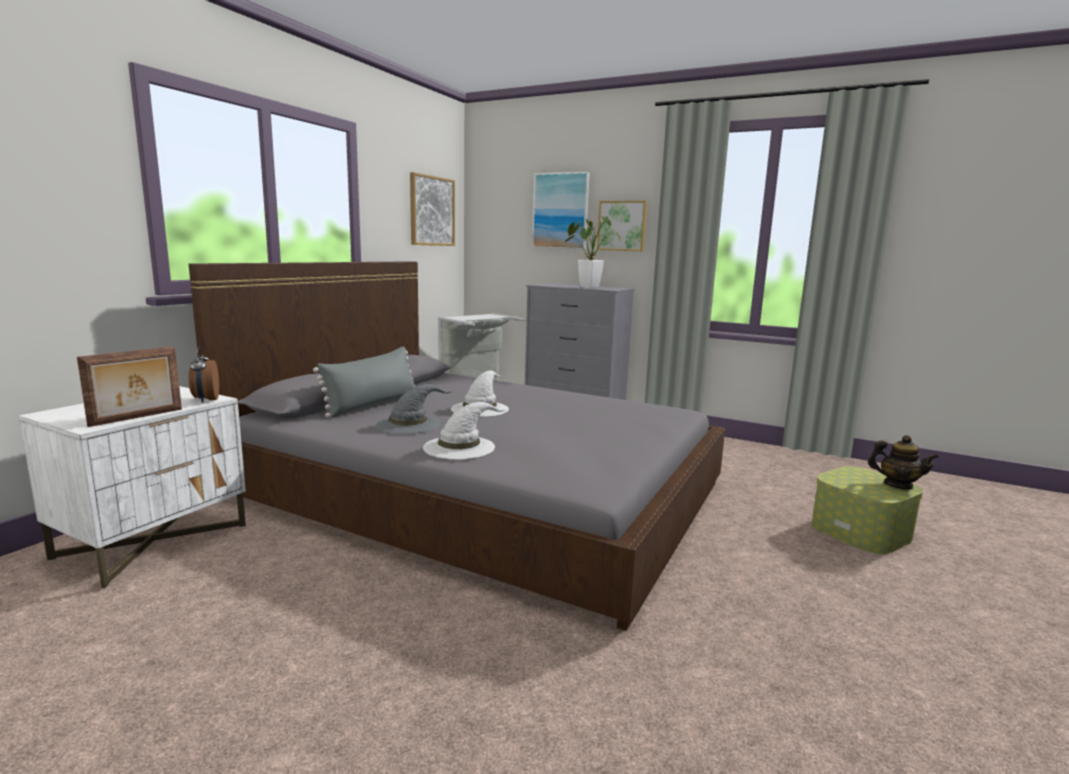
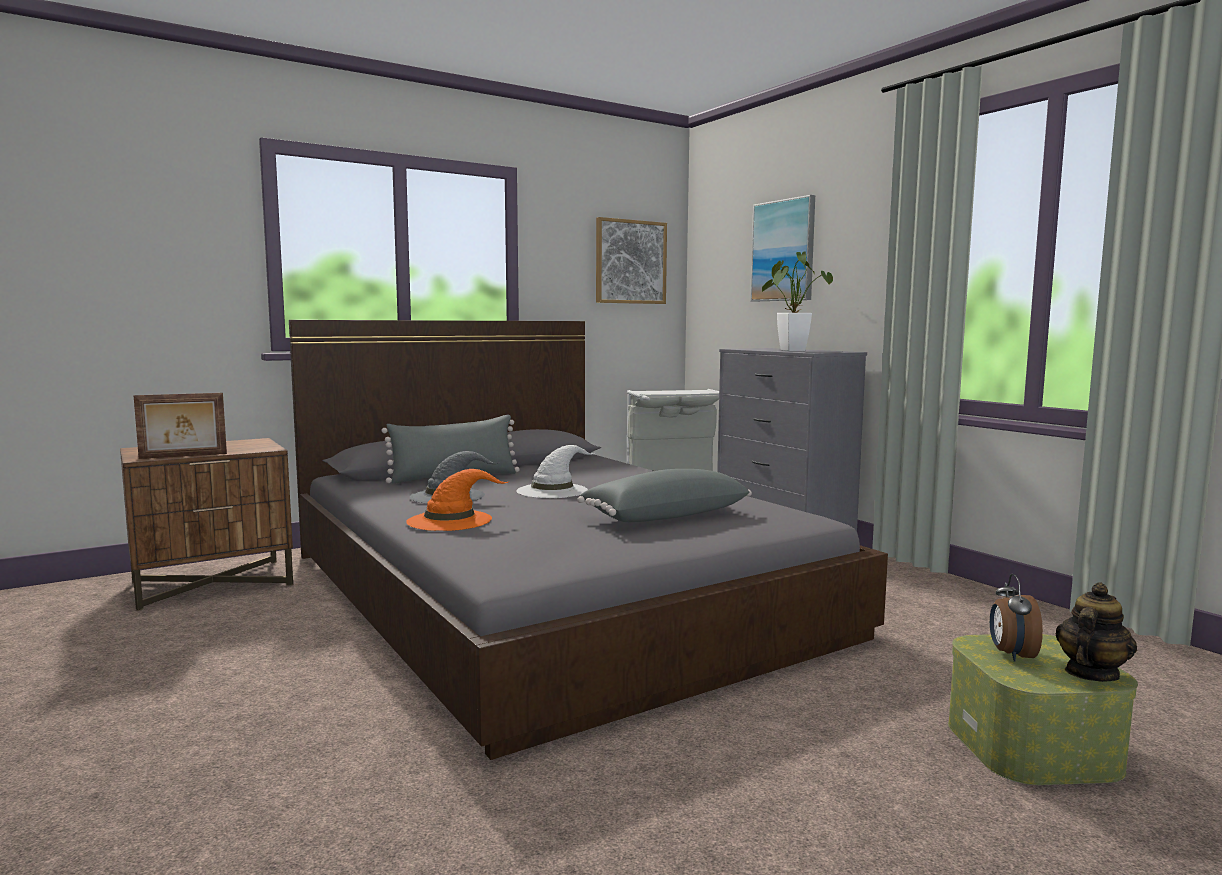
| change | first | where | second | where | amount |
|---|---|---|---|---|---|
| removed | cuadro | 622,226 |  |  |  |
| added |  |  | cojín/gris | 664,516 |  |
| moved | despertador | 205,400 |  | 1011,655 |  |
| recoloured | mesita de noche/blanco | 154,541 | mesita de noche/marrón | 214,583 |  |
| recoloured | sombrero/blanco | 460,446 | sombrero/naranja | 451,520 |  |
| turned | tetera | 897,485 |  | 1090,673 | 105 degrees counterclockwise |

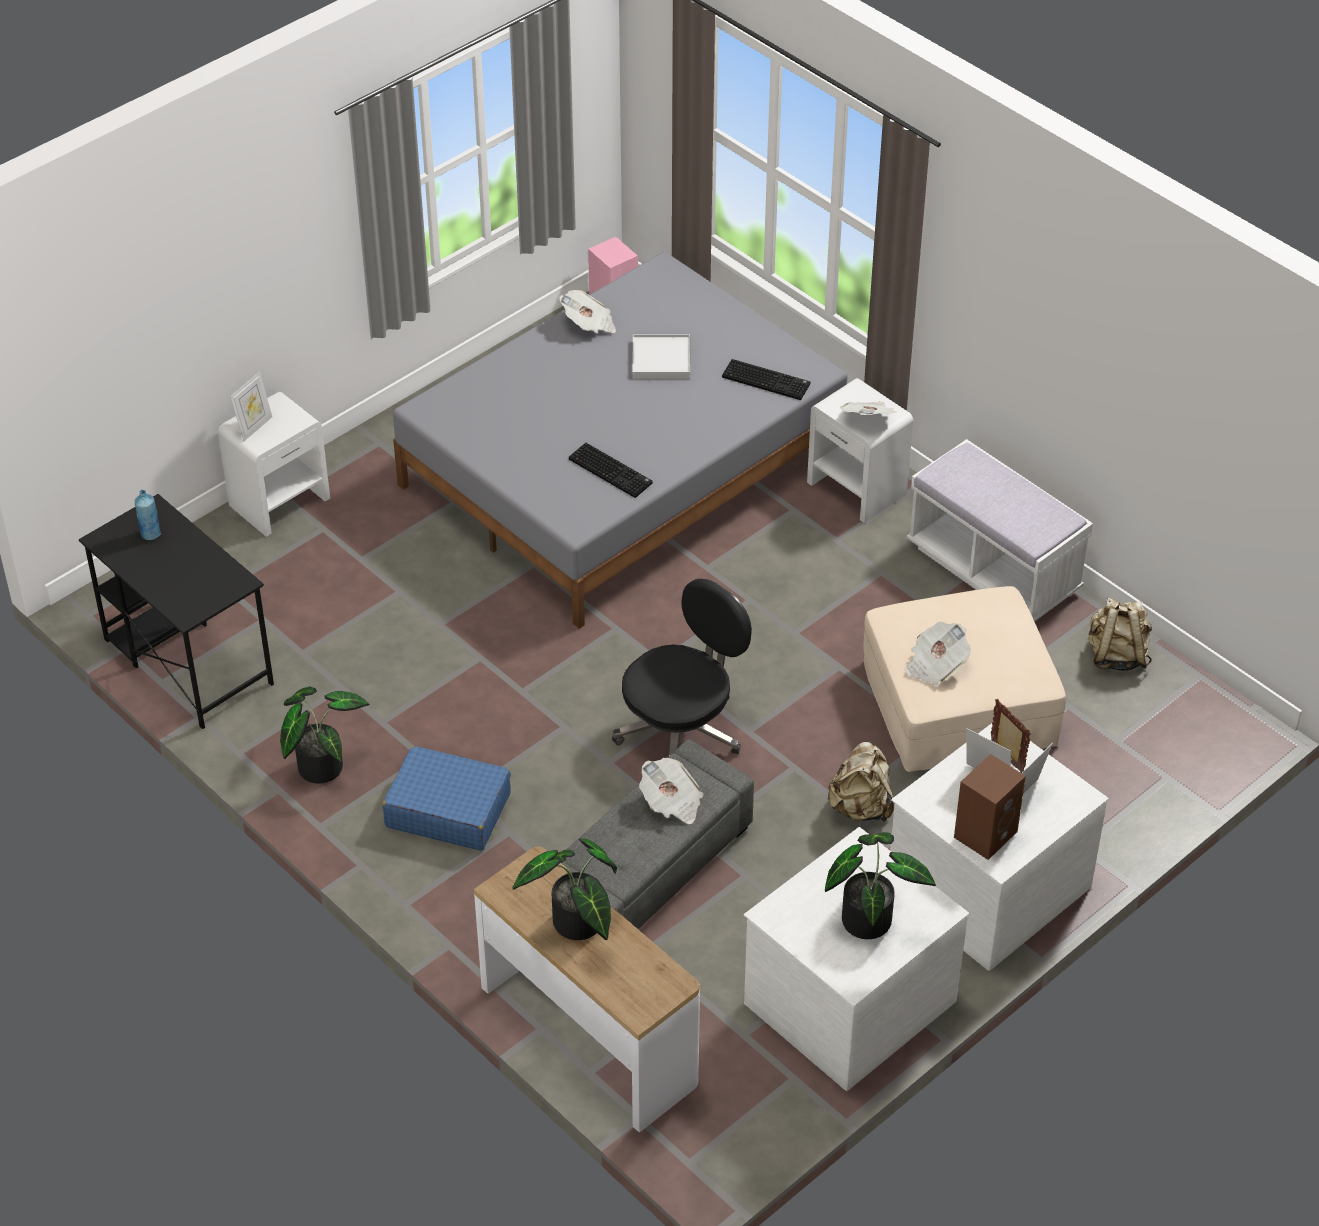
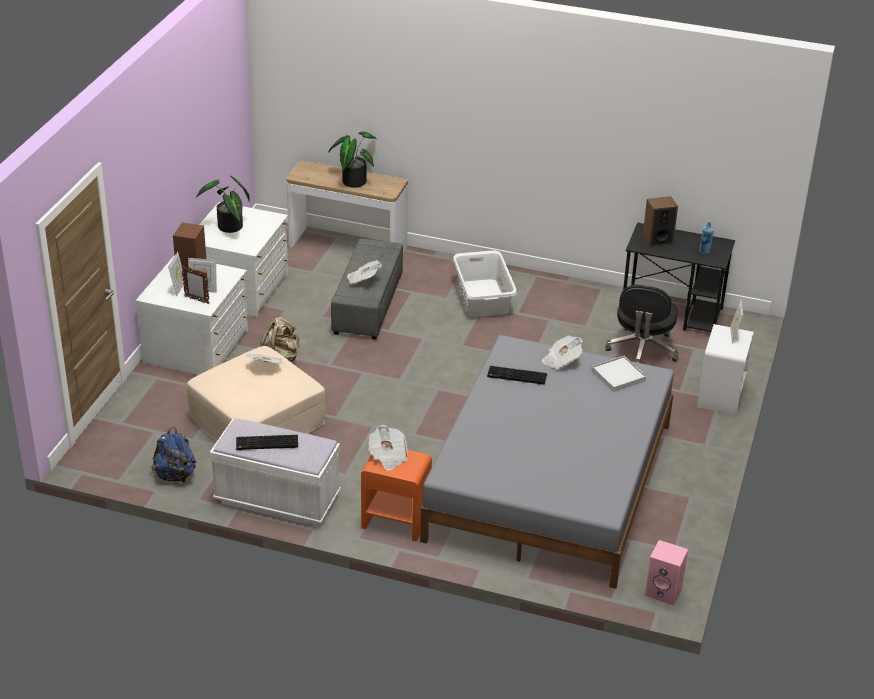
| change | first | where | second | where | amount |
|---|---|---|---|---|---|
| removed | planta en maceta | 321,763 |  |  |  |
| added |  |  | altavoz | 657,240 |  |
| moved | periódico | 589,325 |  | 561,361 |  |
| moved | silla de oficina/negro | 681,731 |  | 642,350 |  |
| moved | bandeja/blanco | 661,359 |  | 618,376 |  |
| moved | teclado | 767,380 |  | 266,444 |  |
| replaced | maleta/azul | 447,810 | cesto de la ropa/blanco | 483,298 |  |
| recoloured | mesita de noche/blanco | 857,488 | mesita de noche/naranja | 395,520 |  |
| recoloured | mochila/beis | 1116,655 | mochila/azul | 175,475 |  |

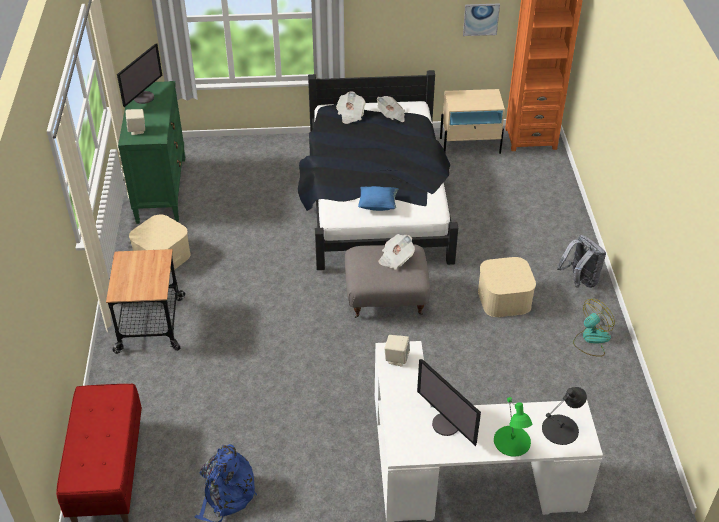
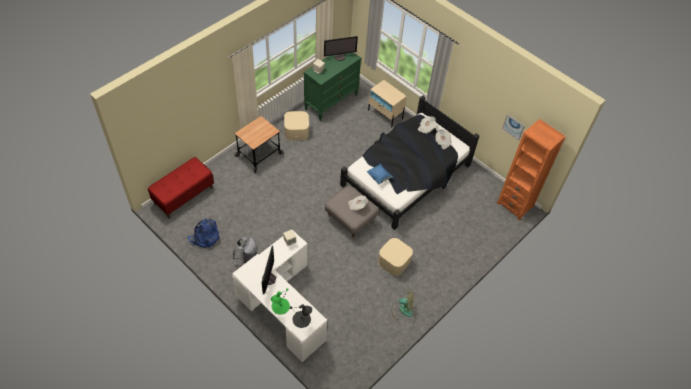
| change | first | where | second | where | amount |
|---|---|---|---|---|---|
| moved | mesita de noche/beis | 470,145 |  | 385,114 |  |
| moved | mochila/gris | 579,281 |  | 247,258 |  |

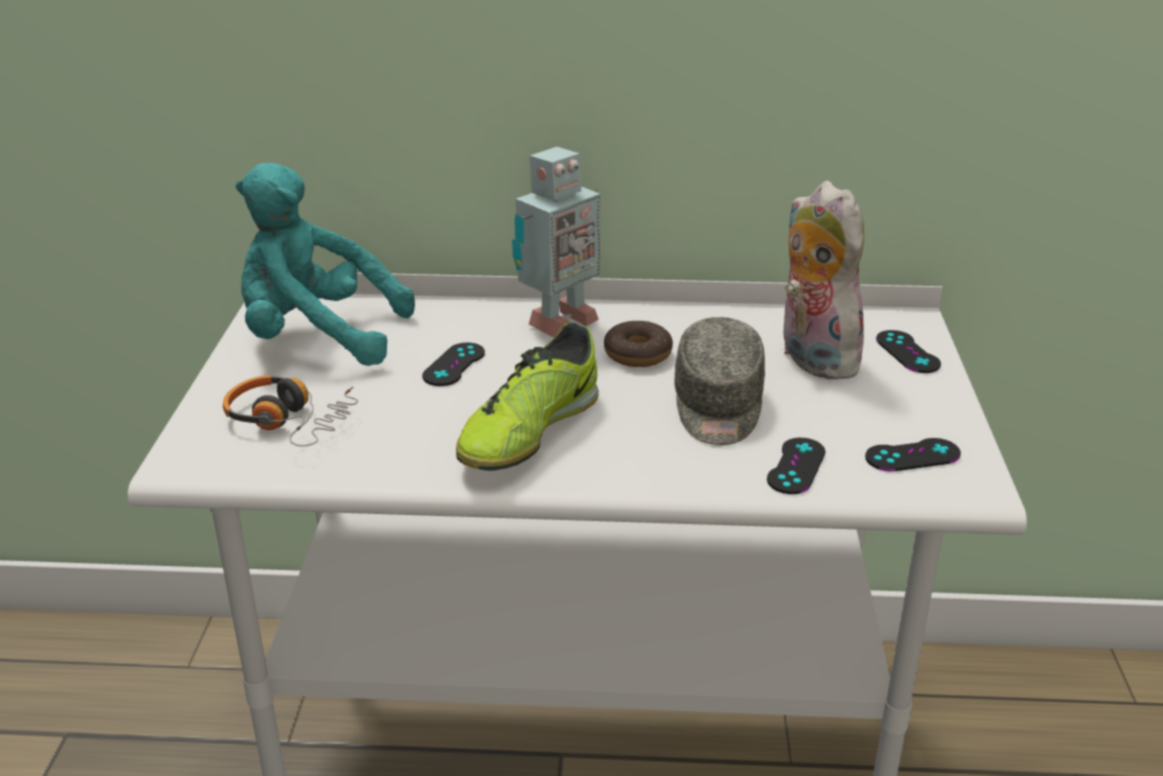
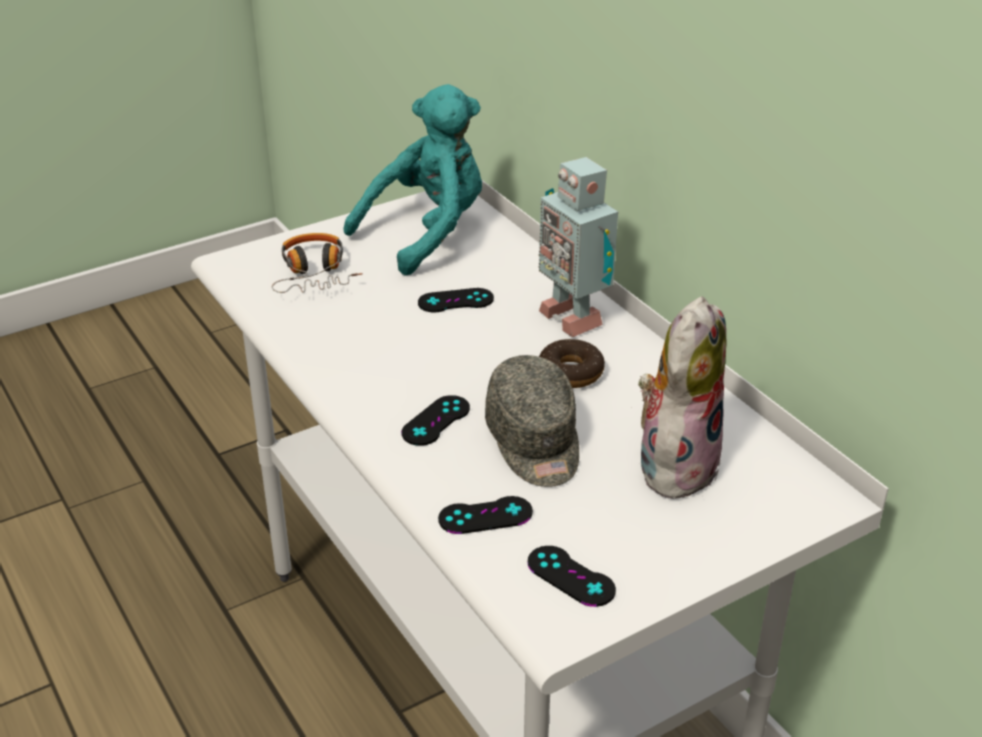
| change | first | where | second | where | amount |
|---|---|---|---|---|---|
| removed | zapato | 529,432 |  |  |  |
| moved | mando de consola/negro | 907,352 |  | 436,421 |  |
| turned | peluche/turquesa | 317,338 |  | 427,233 | 75 degrees clockwise |
| turned | robot de juguete | 557,322 |  | 573,316 | 45 degrees clockwise |
| turned | gorra/gris | 718,406 |  | 534,442 | 75 degrees counterclockwise |

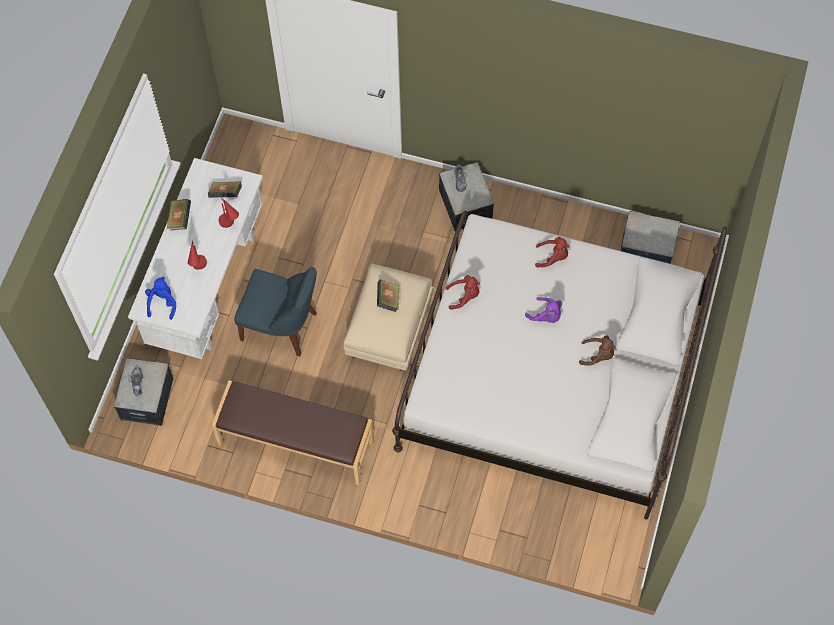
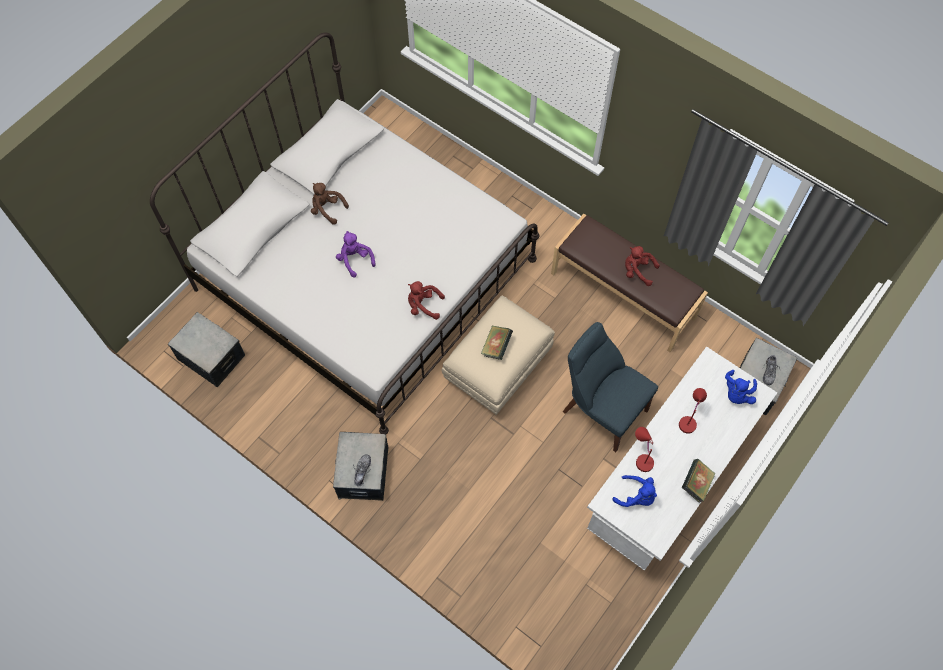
| change | first | where | second | where | amount |
|---|---|---|---|---|---|
| moved | peluche/rojo | 553,257 |  | 637,271 |  |
| replaced | libro | 225,194 | peluche/azul | 636,496 |  |

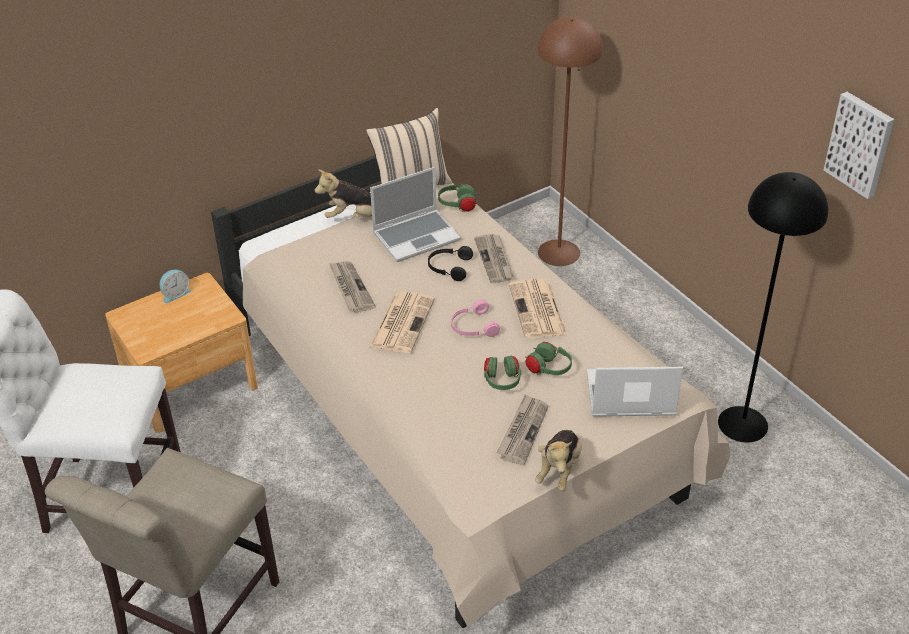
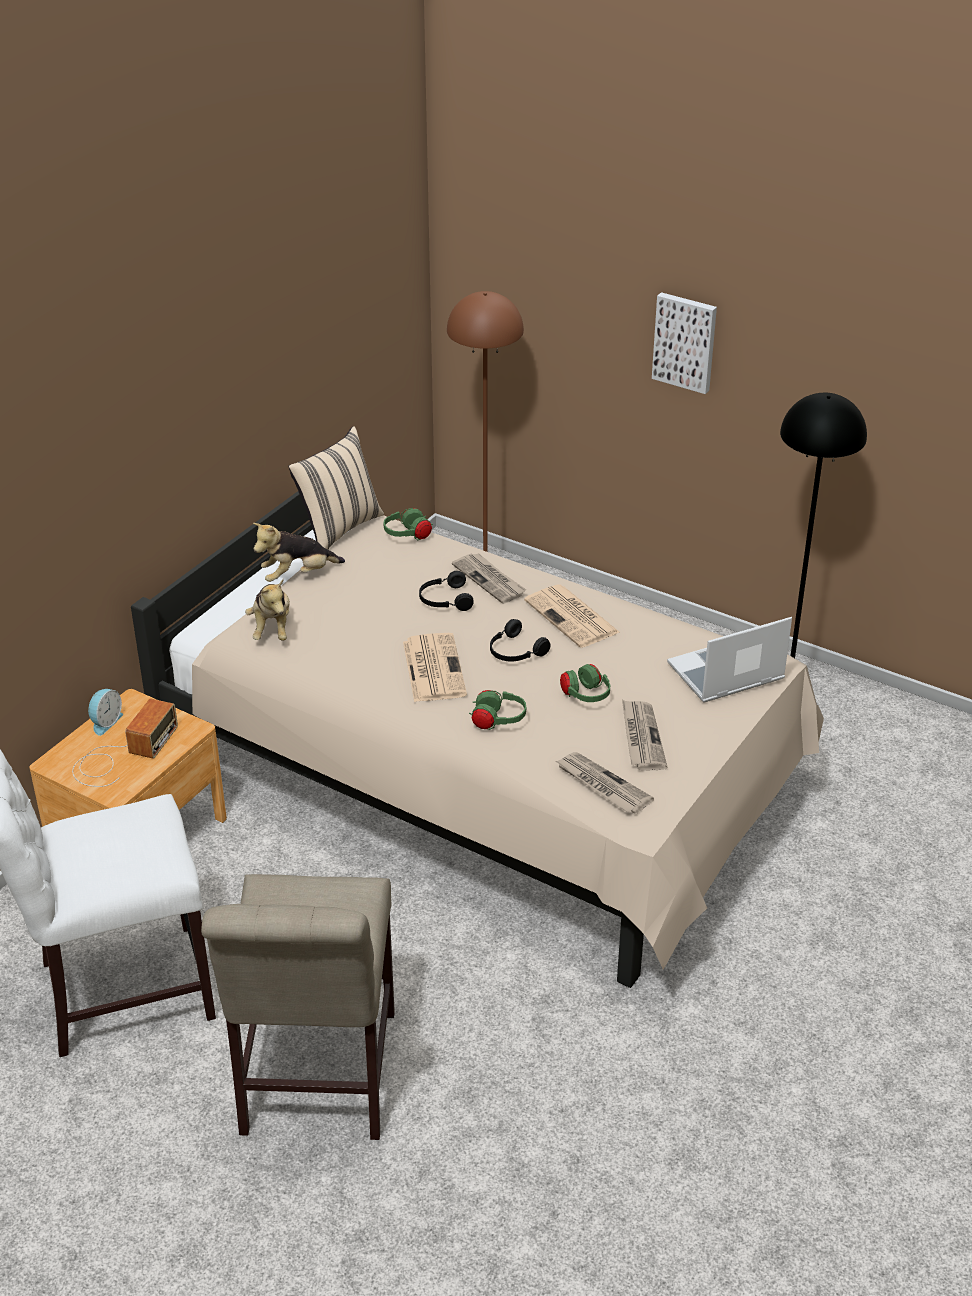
| change | first | where | second | where | amount |
|---|---|---|---|---|---|
| removed | portátil | 417,236 |  |  |  |
| added |  |  | radio | 122,755 |  |
| moved | periódico | 350,288 |  | 602,785 |  |
| moved | auriculares/verde | 548,369 |  | 498,721 |  |
| moved | peluche | 559,469 |  | 272,628 |  |
| moved | cuadro | 860,144 |  | 685,341 |  |
| recoloured | auriculares/rosa | 473,327 | auriculares/negro | 515,652 |  |

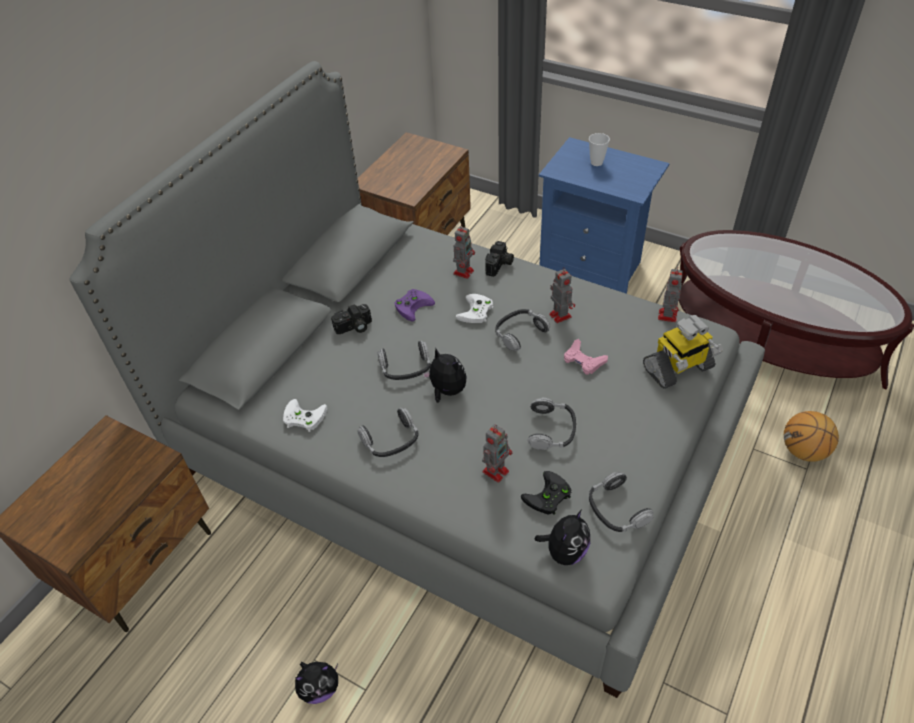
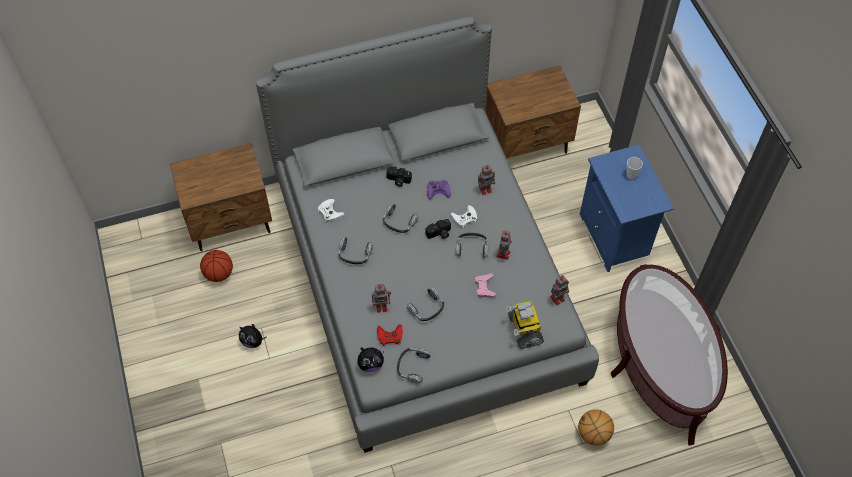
| change | first | where | second | where | amount |
|---|---|---|---|---|---|
| removed | peluche | 446,391 |  |  |  |
| added |  |  | balón de baloncesto | 219,274 |  |
| moved | cámara | 499,265 |  | 439,234 |  |
| recoloured | mando de consola/negro | 548,497 | mando de consola/rojo | 389,336 |  |
| turned | robot de juguete | 678,369 |  | 524,329 | 60 degrees clockwise |

